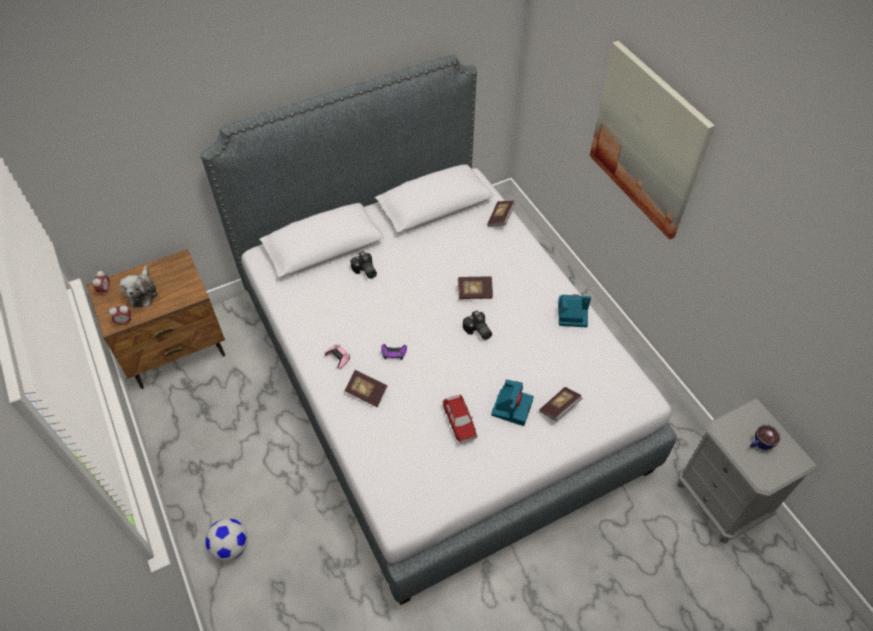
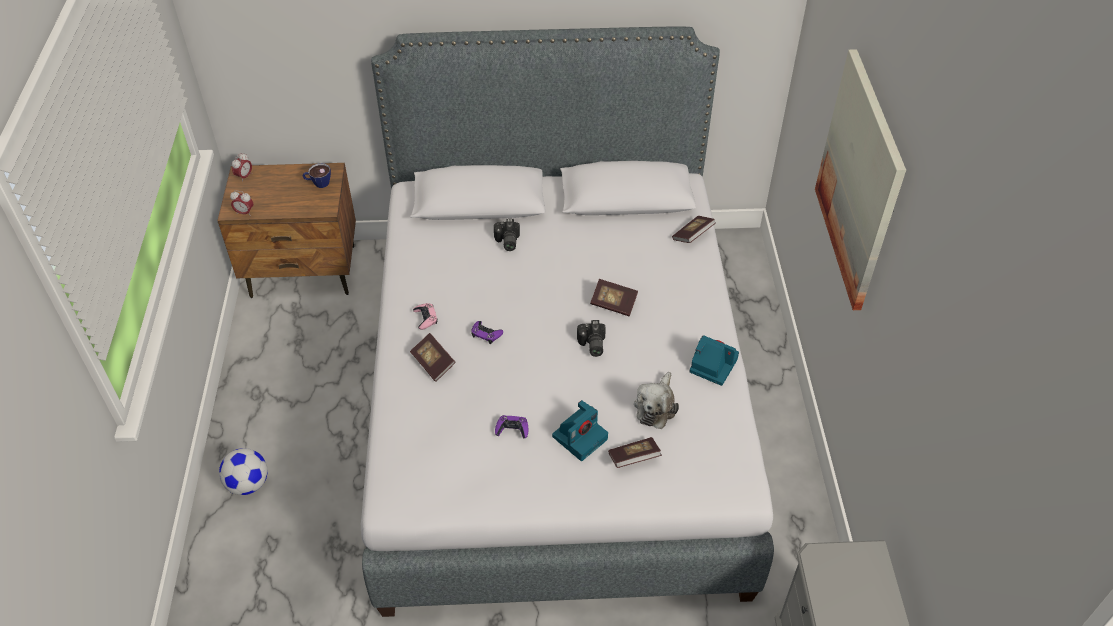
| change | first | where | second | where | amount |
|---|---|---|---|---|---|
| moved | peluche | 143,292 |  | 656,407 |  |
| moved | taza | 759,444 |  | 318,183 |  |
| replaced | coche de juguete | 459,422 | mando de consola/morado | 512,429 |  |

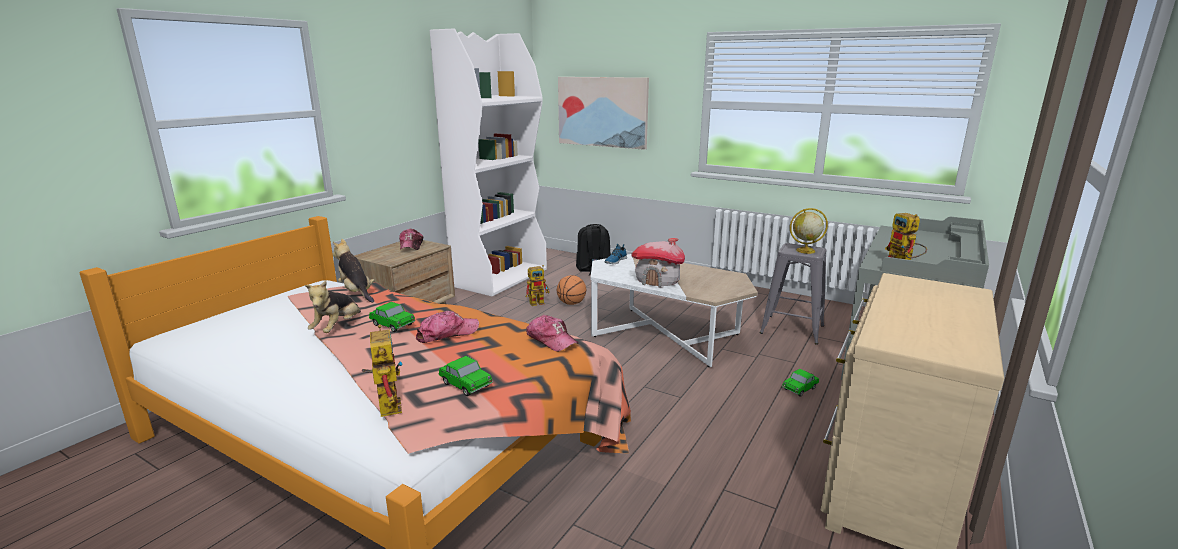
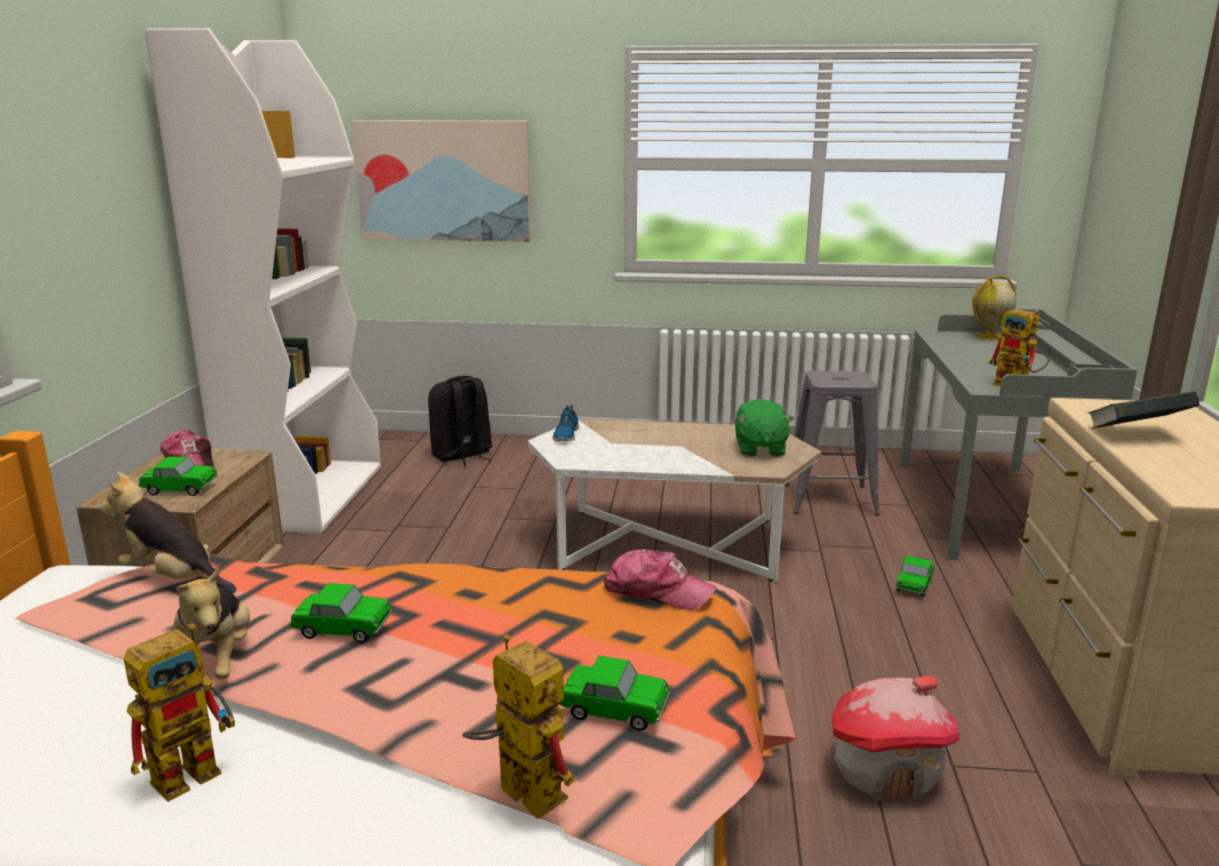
| change | first | where | second | where | amount |
|---|---|---|---|---|---|
| removed | gorra | 447,333 |  |  |  |
| removed | balón de baloncesto | 571,303 |  |  |  |
| added |  |  | coche de juguete | 180,489 |  |
| added |  |  | peluche/verde | 759,449 |  |
| added |  |  | libro | 1136,435 |  |
| moved | robot de juguete | 539,302 |  | 197,768 |  |
| moved | casita | 658,280 |  | 887,771 |  |
| moved | globo terráqueo | 805,251 |  | 989,337 |  |

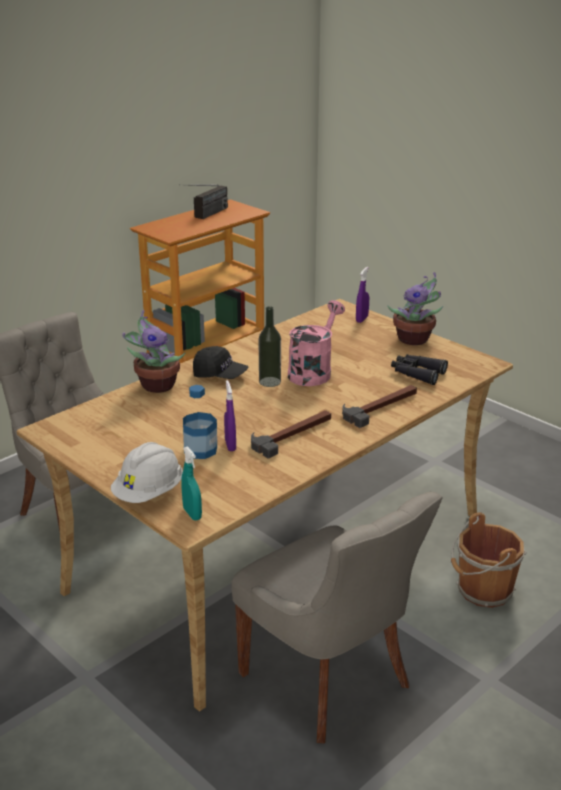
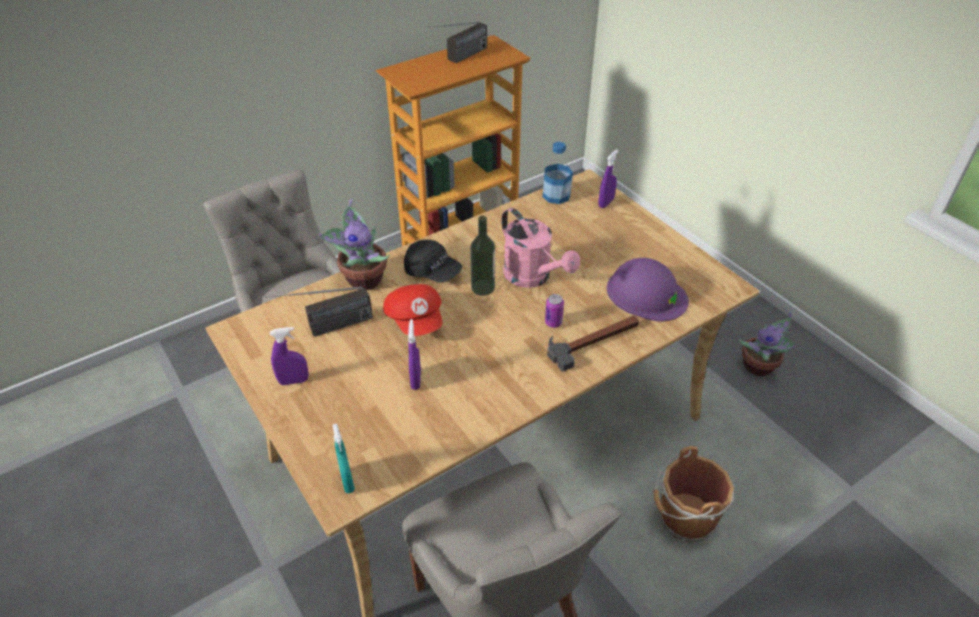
| change | first | where | second | where | amount |
|---|---|---|---|---|---|
| removed | casco/blanco | 149,493 |  |  |  |
| removed | martillo | 292,434 |  |  |  |
| added |  |  | radio | 325,329 |  |
| added |  |  | pulverizador/morado | 293,381 |  |
| added |  |  | gorra/rojo | 416,320 |  |
| added |  |  | lata | 553,323 |  |
| moved | botella | 200,450 |  | 556,195 |  |
| moved | planta en maceta | 415,340 |  | 759,367 |  |
| replaced | prismáticos/negro | 417,373 | casco/morado | 646,294 |  |
| turned | regadera/rosa | 313,371 |  | 533,277 | 105 degrees clockwise |

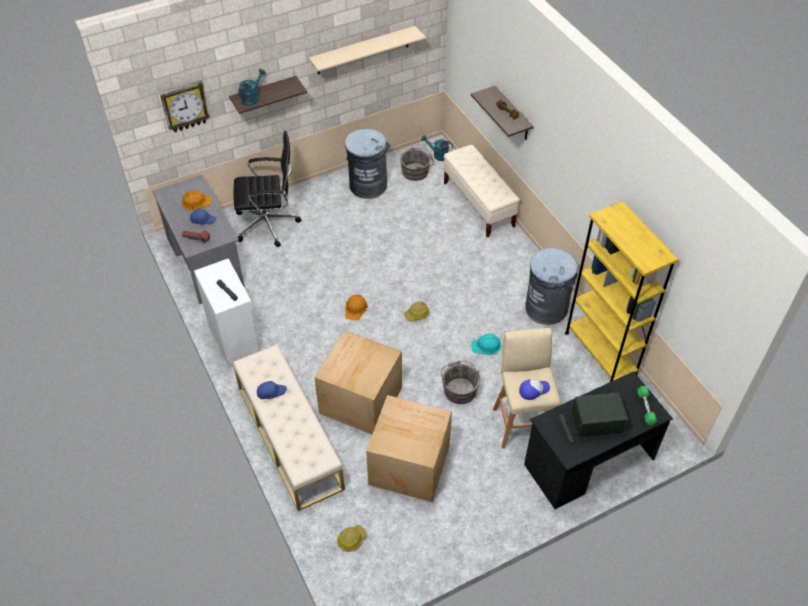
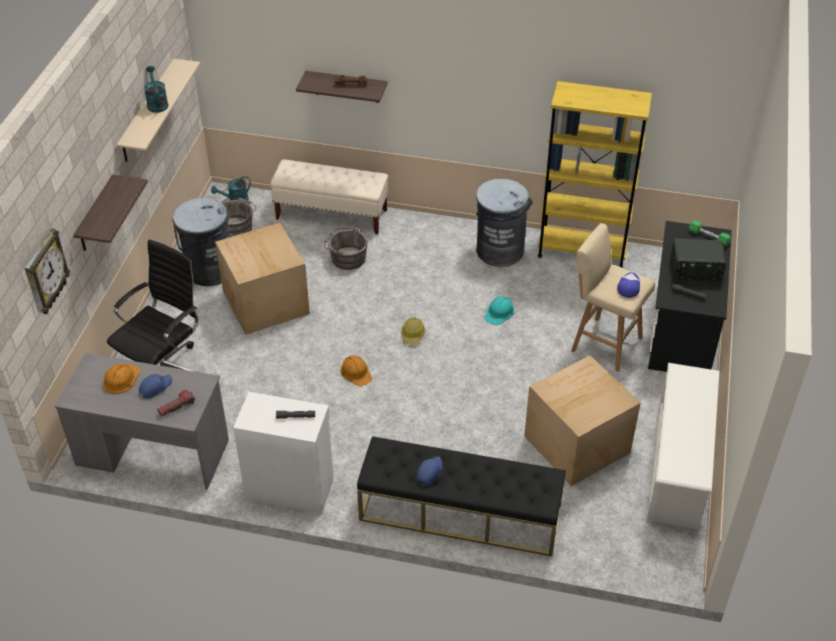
| change | first | where | second | where | amount |
|---|---|---|---|---|---|
| removed | casco | 351,539 |  |  |  |
| added |  |  | zapatero/blanco | 677,468 |  |
| moved | regadera/turquesa | 252,97 |  | 157,103 |  |
| moved | caja de cartón | 359,401 |  | 265,303 |  |
| moved | cubo/gris | 459,389 |  | 346,257 |  |
| recoloured | banco/beis | 289,437 | banco/negro | 459,513 |  |
| turned | radio | 597,421 |  | 695,271 | 120 degrees counterclockwise |

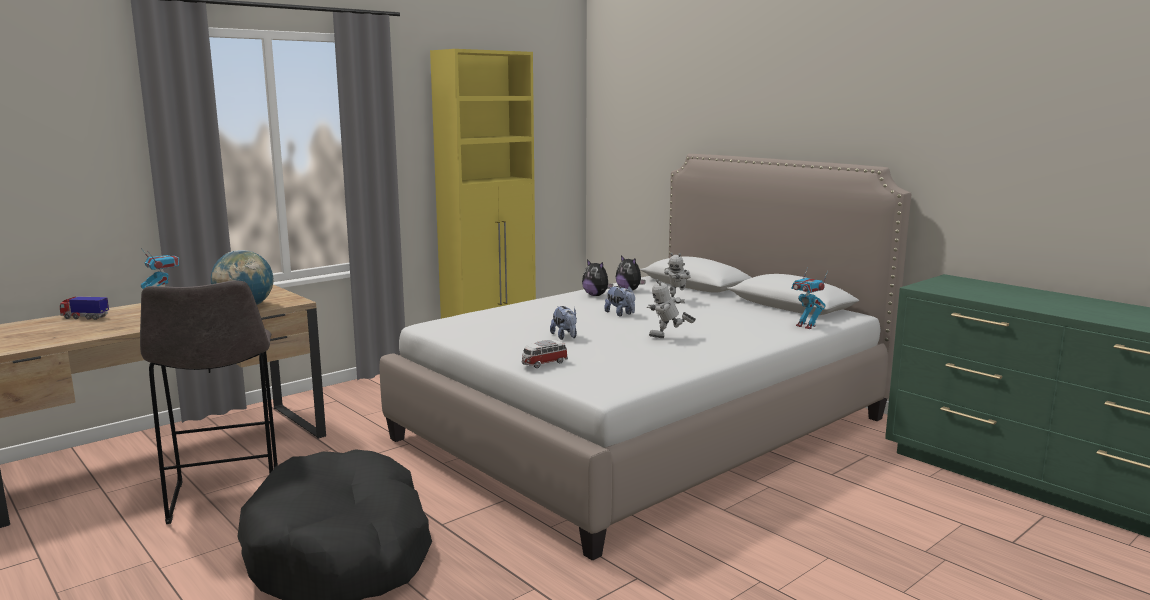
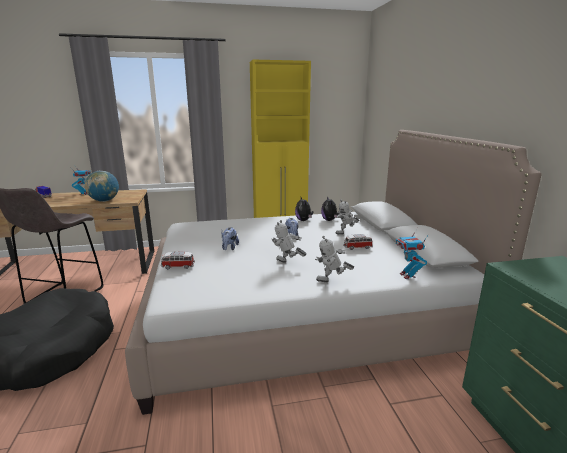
| change | first | where | second | where | amount |
|---|---|---|---|---|---|
| added |  |  | robot de juguete | 332,282 |  |
| added |  |  | coche de juguete | 357,247 |  |

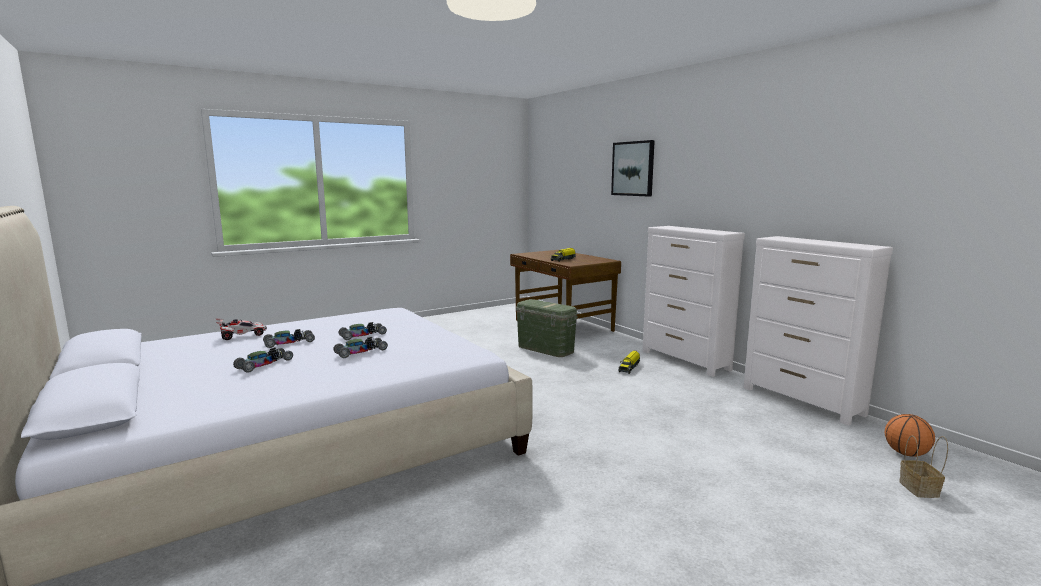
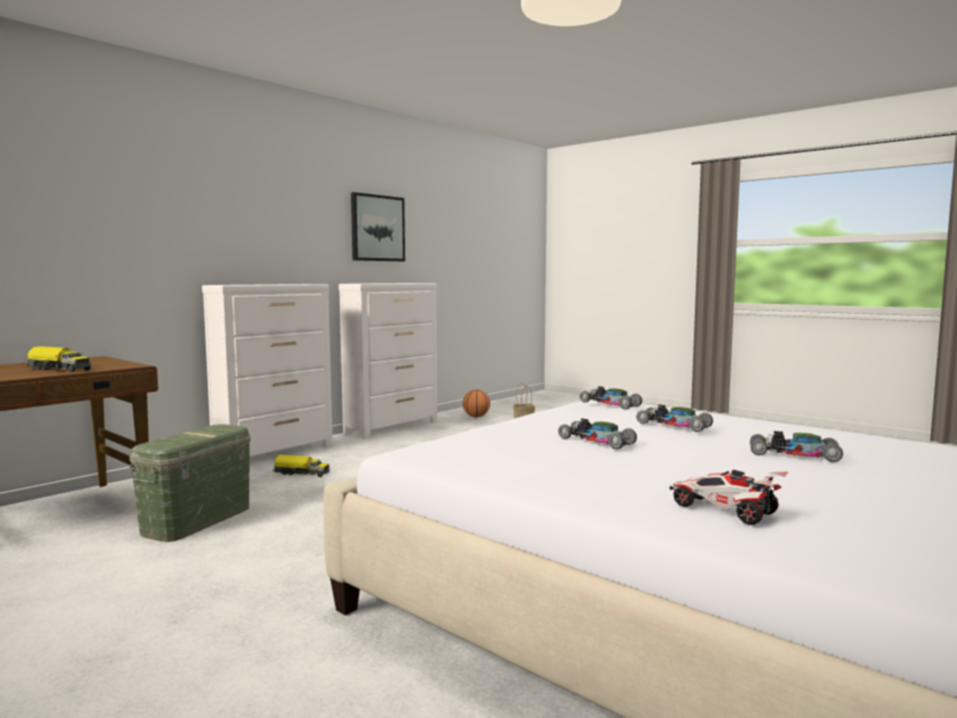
| change | first | where | second | where | amount |
|---|---|---|---|---|---|
| moved | coche de juguete | 289,343 |  | 609,404 |  |
| moved | cuadro | 633,168 |  | 377,228 |  |

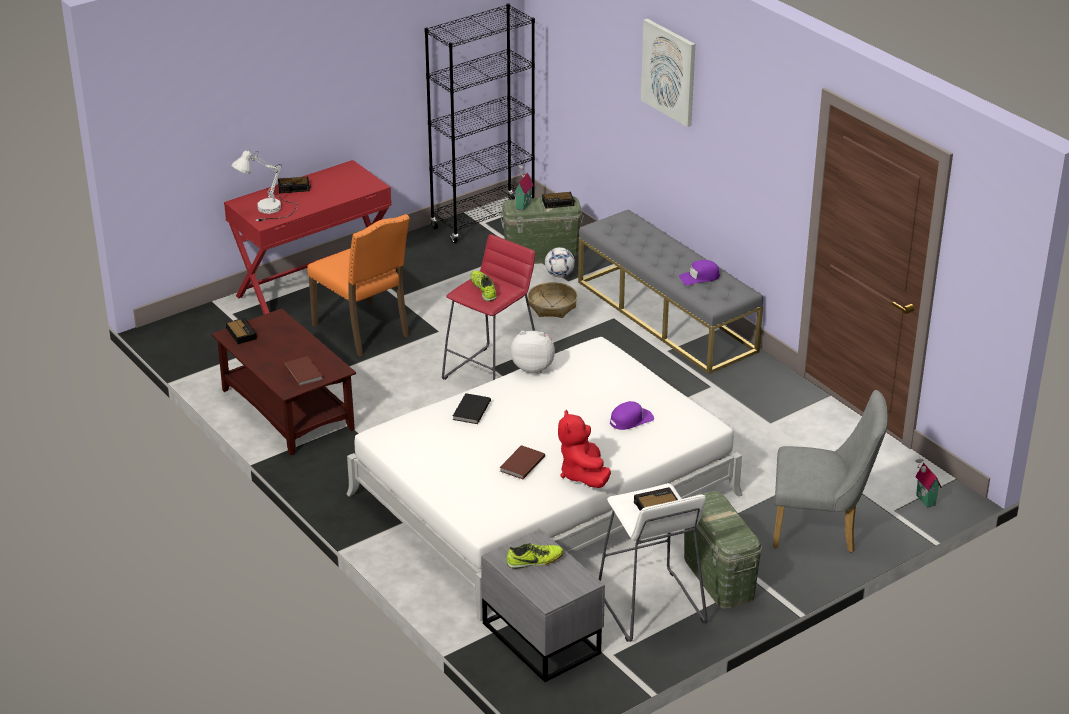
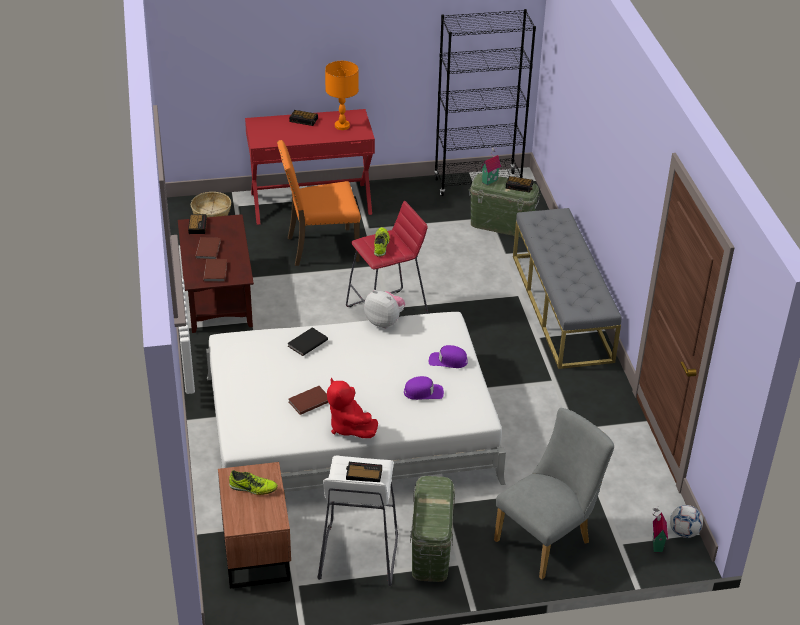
| change | first | where | second | where | amount |
|---|---|---|---|---|---|
| removed | lámpara de mesa/blanco | 269,212 |  |  |  |
| removed | cuadro | 669,72 |  |  |  |
| added |  |  | libro/marrón | 209,249 |  |
| added |  |  | lámpara de mesa/naranja | 342,126 |  |
| moved | cesta | 552,306 |  | 211,212 |  |
| moved | balón de fútbol | 559,275 |  | 684,532 |  |
| moved | gorra/morado | 699,277 |  | 448,361 |  |
| recoloured | mesita de noche/gris | 542,636 | mesita de noche/marrón | 257,549 |  |
| turned | silla/naranja | 364,330 |  | 320,248 | 90 degrees clockwise |
| turned | peluche/rojo | 583,475 |  | 349,427 | 45 degrees counterclockwise |
| turned | silla/gris | 822,529 |  | 548,539 | 75 degrees counterclockwise |

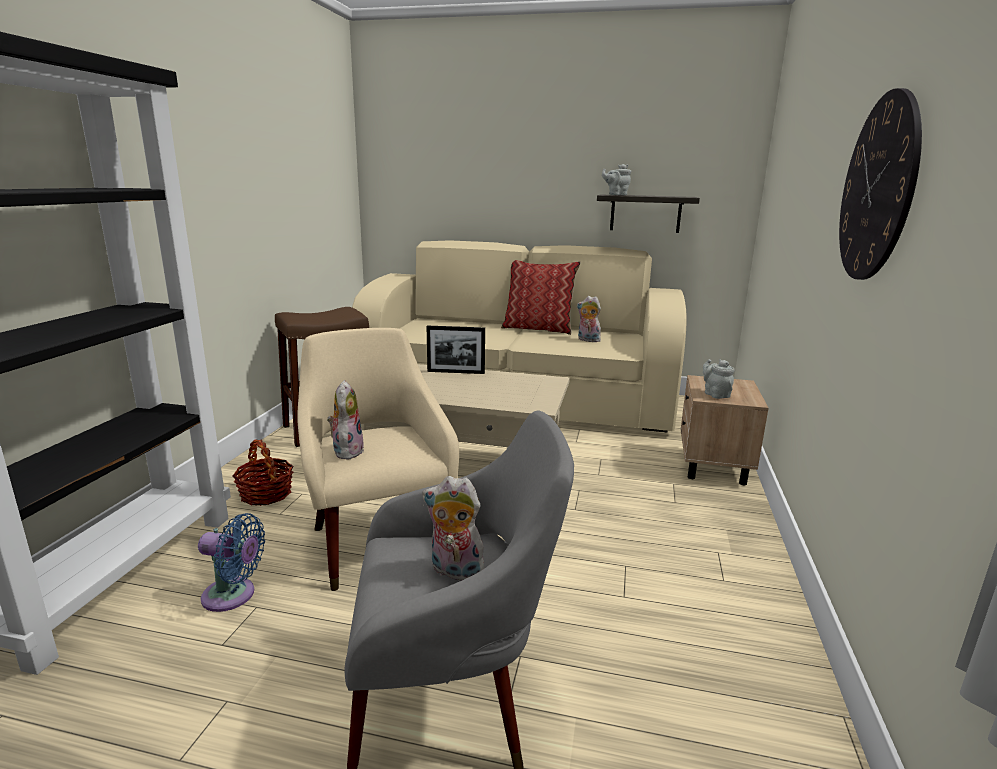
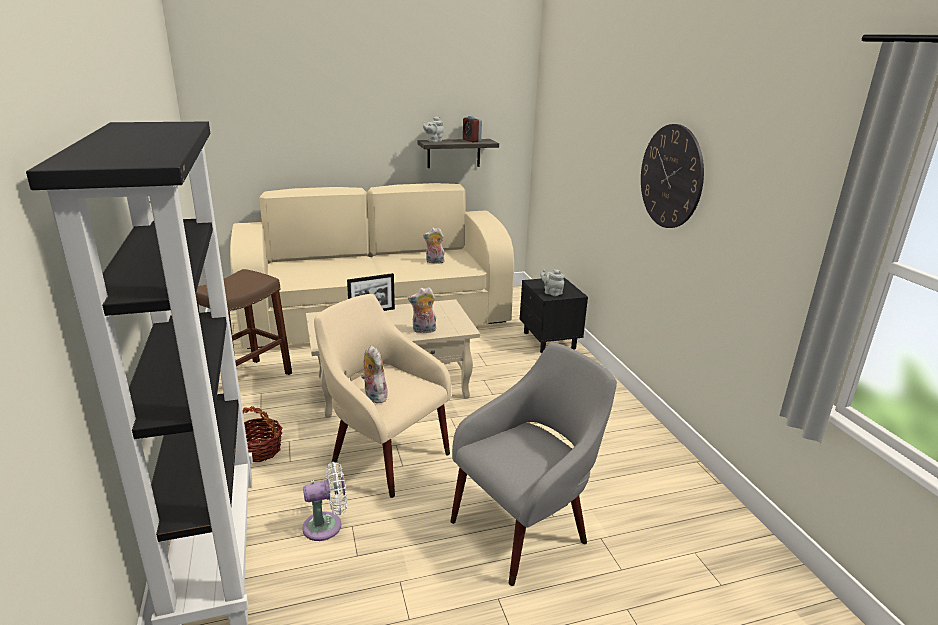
| change | first | where | second | where | amount |
|---|---|---|---|---|---|
| removed | cojín | 538,329 |  |  |  |
| added |  |  | despertador | 471,140 |  |
| moved | peluche | 454,571 |  | 423,330 |  |
| recoloured | ventilador/azul | 233,596 | ventilador/blanco | 327,526 |  |
| recoloured | mesita de noche/beis | 713,466 | mesita de noche/negro | 549,341 |  |

